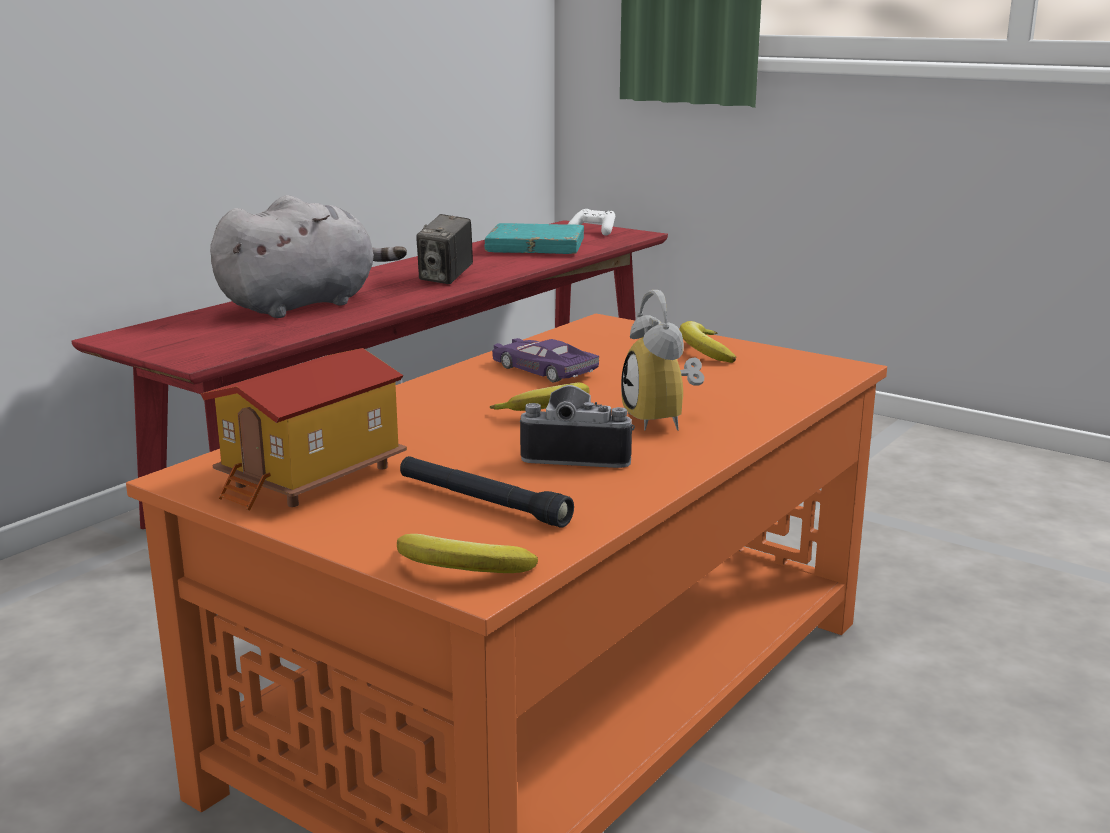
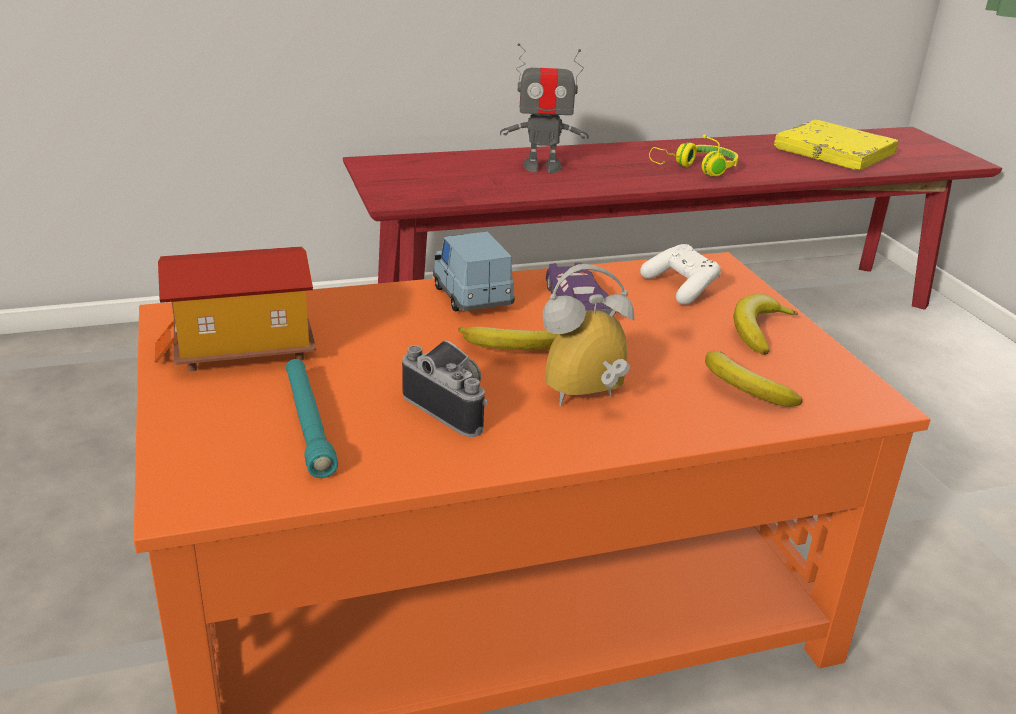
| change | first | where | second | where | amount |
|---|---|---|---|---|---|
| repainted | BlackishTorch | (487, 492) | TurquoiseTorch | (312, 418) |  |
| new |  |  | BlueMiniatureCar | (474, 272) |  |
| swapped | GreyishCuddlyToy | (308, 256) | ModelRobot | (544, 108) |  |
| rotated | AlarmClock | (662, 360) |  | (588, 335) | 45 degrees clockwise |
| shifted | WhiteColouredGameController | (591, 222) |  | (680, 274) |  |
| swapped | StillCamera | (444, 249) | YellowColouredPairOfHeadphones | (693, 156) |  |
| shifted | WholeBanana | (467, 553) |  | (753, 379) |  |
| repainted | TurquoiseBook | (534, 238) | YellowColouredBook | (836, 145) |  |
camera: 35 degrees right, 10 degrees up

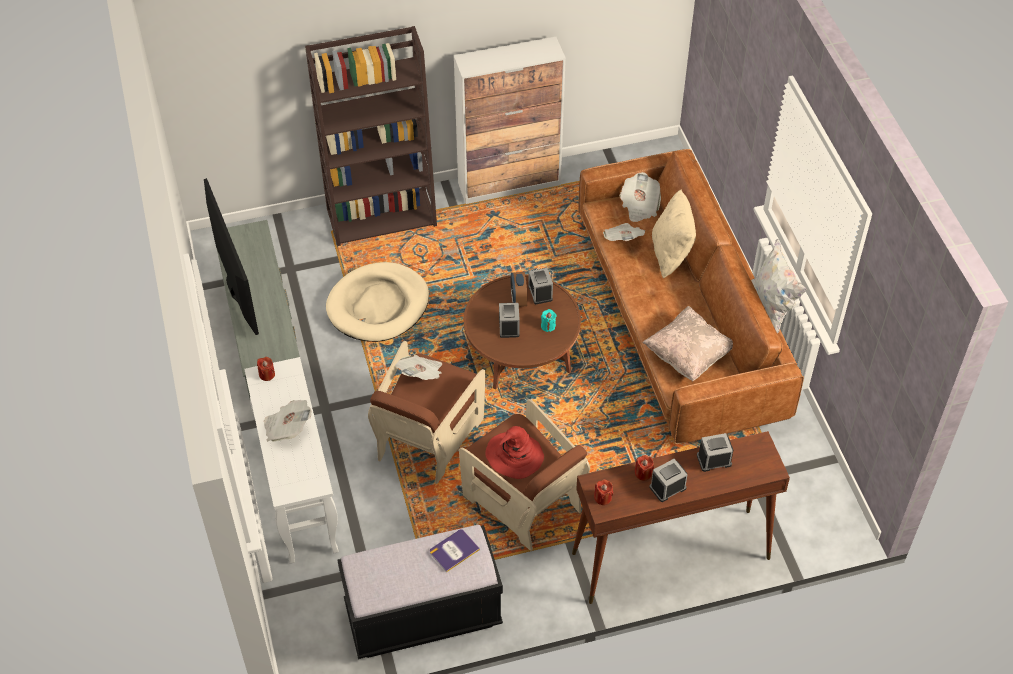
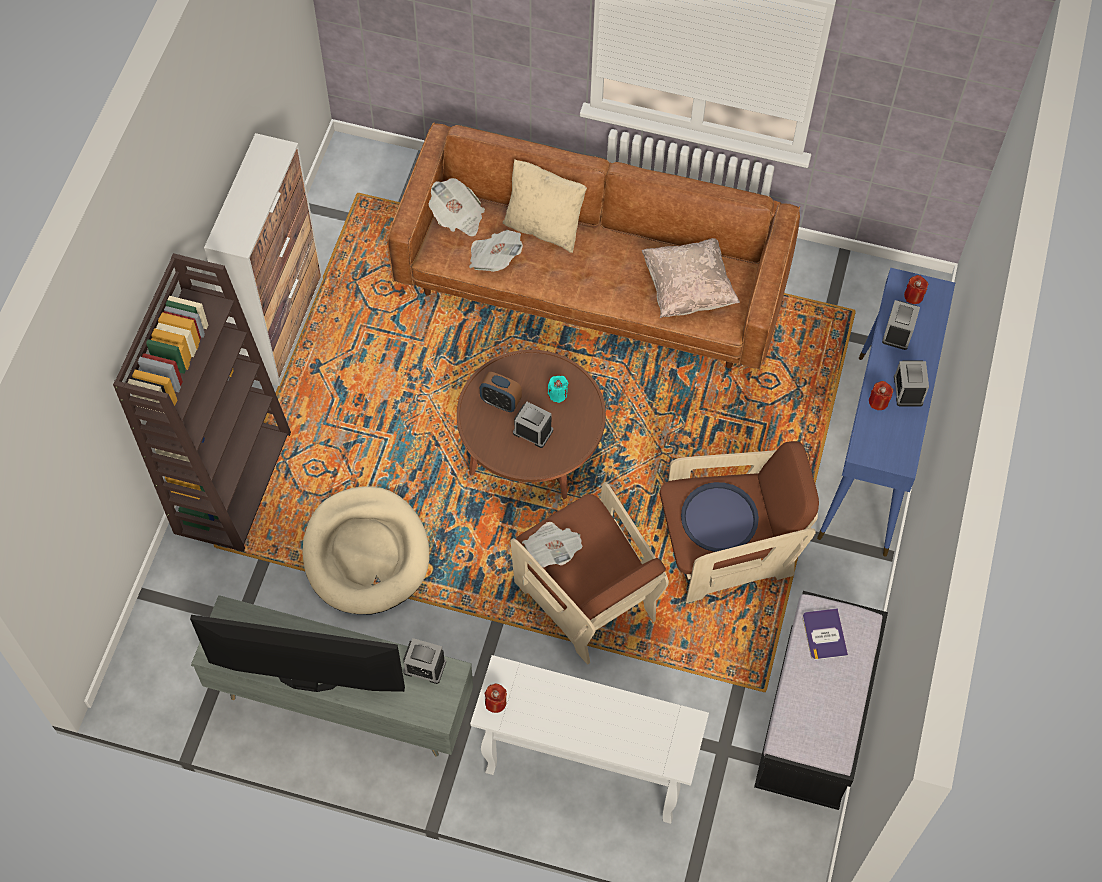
| change | first | where | second | where | amount |
|---|---|---|---|---|---|
| shifted | AlarmClock | (540, 286) |  | (424, 661) |  |
| swapped | ReddishHat | (514, 452) | BlueServingTray | (720, 517) |  |
| repainted | BrownColouredNarrowTable | (681, 517) | BlueNarrowTable | (886, 412) |  |
| shifted | ReddishWaxCandle | (603, 492) |  | (916, 289) |  |
| gone | Newspaper | (287, 421) |  |  |  |
| gone | WhiteColouredThrowPillow | (779, 286) |  |  |  |
camera: 60 degrees left, 10 degrees up

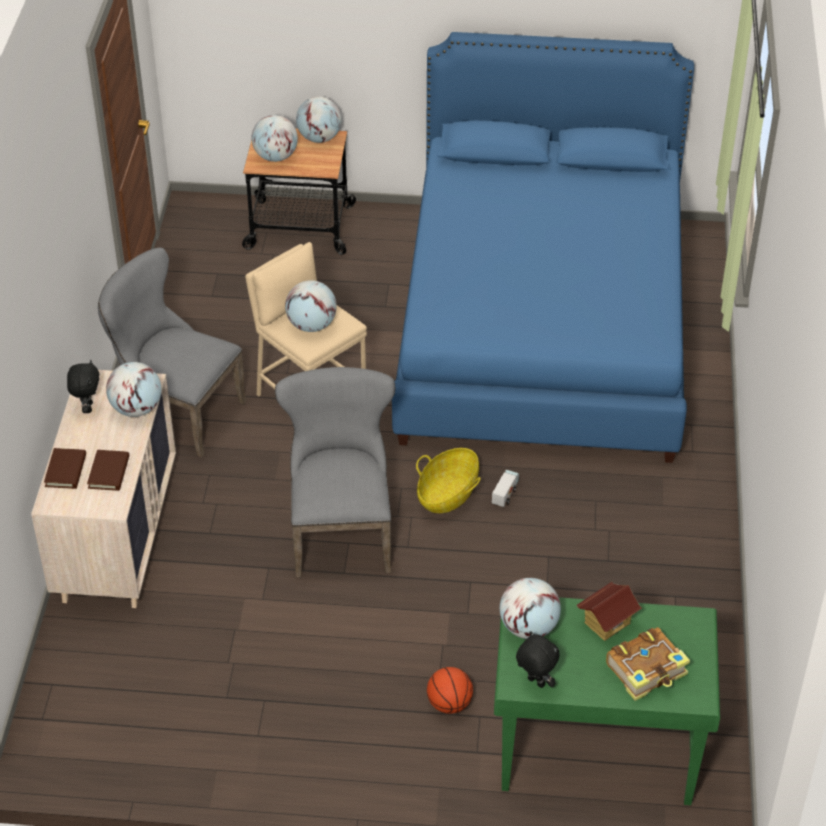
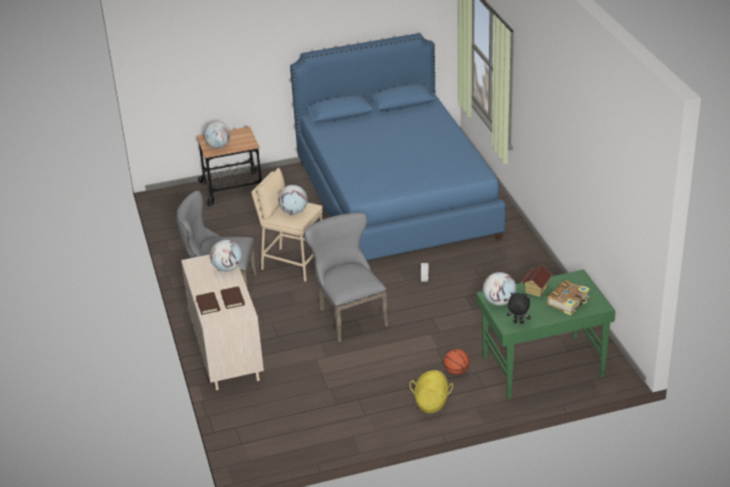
| change | first | where | second | where | amount |
|---|---|---|---|---|---|
| shifted | Basket | (448, 480) |  | (431, 391) |  |
| gone | BlackishCuddlyToy | (83, 386) |  |  |  |
| gone | Globe | (319, 120) |  |  |  |
camera: 20 degrees left, 10 degrees down

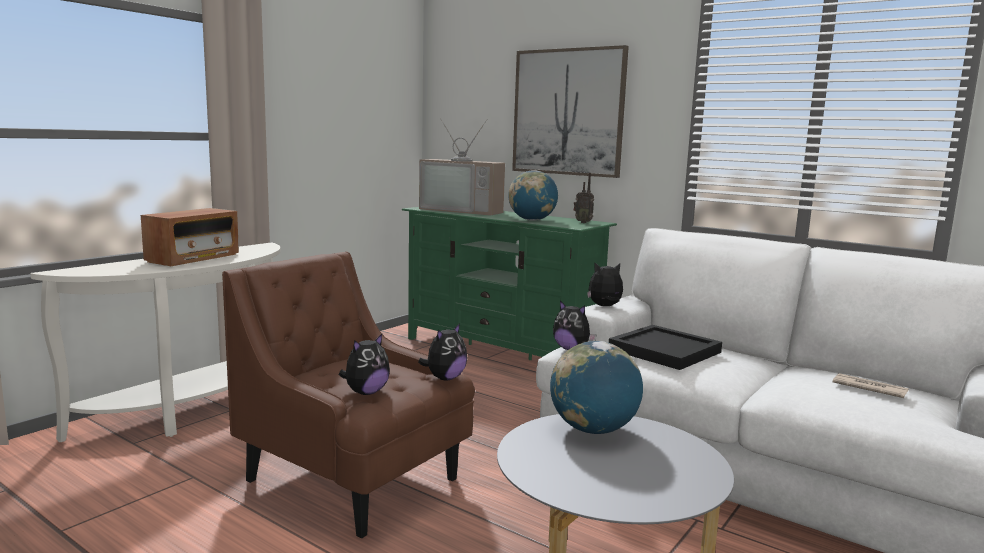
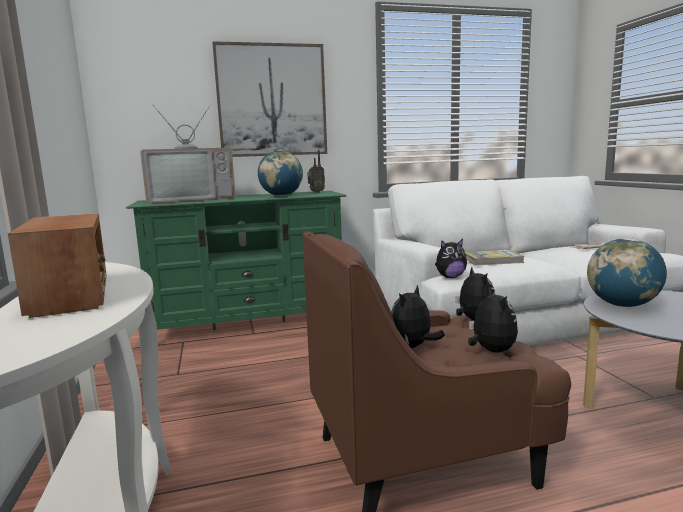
| change | first | where | second | where | amount |
|---|---|---|---|---|---|
| shifted | CuddlyToy | (605, 284) |  | (418, 316) |  |
| swapped | BlackishServingTray | (665, 347) | Book | (494, 258) |  |
camera: 50 degrees left, 0 degrees up

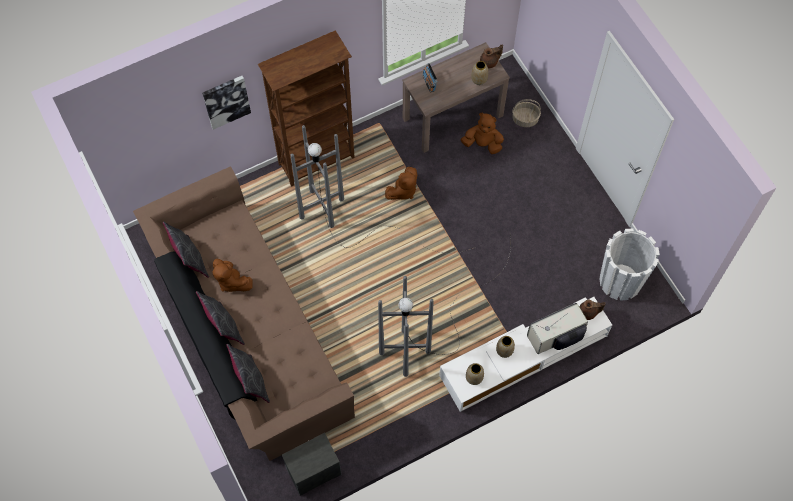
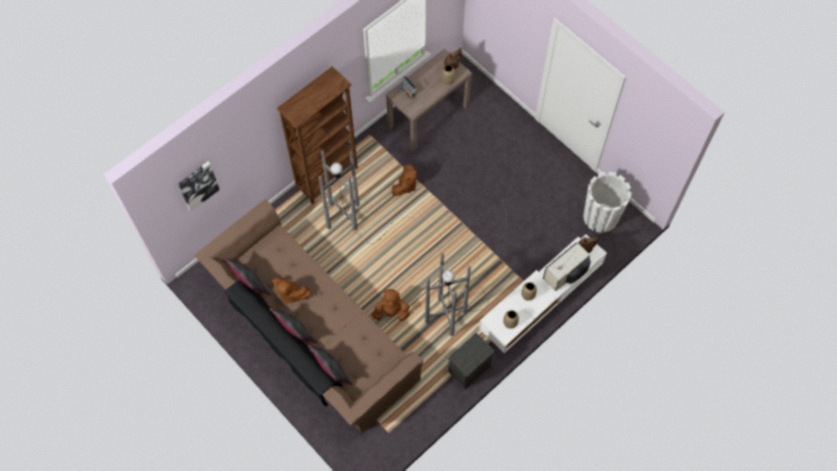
| change | first | where | second | where | amount |
|---|---|---|---|---|---|
| shifted | WallArt | (226, 103) |  | (199, 186) |  |
| shifted | BrownColouredCuddlyToy | (482, 133) |  | (390, 305) |  |
| shifted | Nightstand | (311, 464) |  | (471, 361) |  |
| gone | Basket | (526, 113) |  |  |  |
camera: 15 degrees left, 0 degrees up

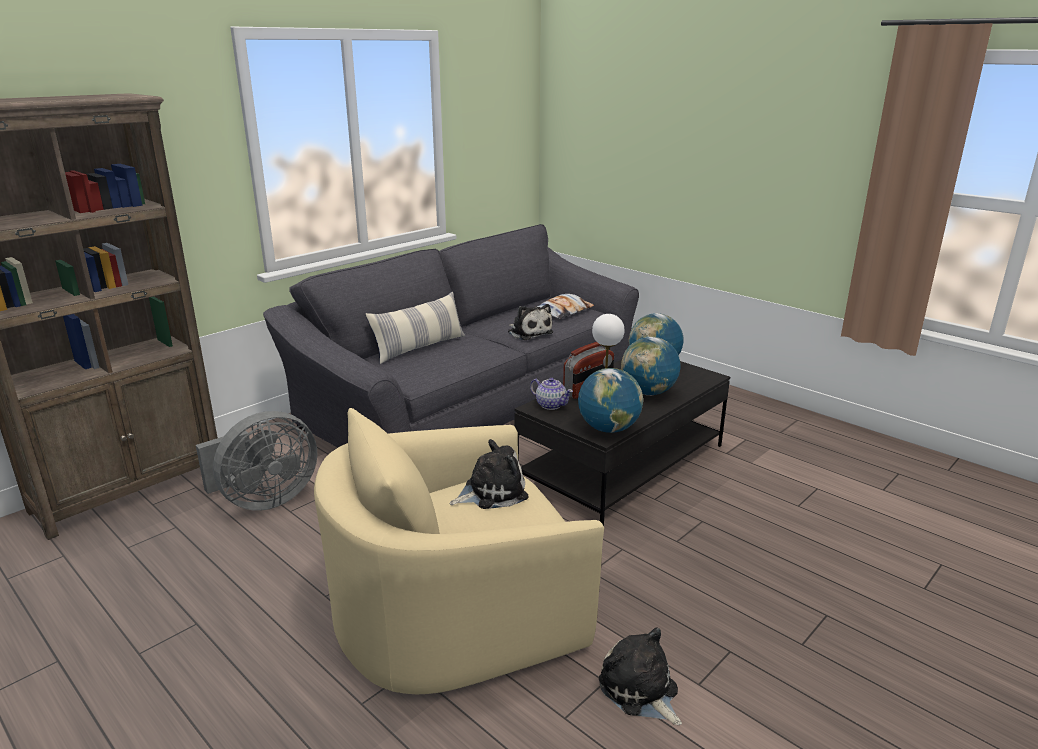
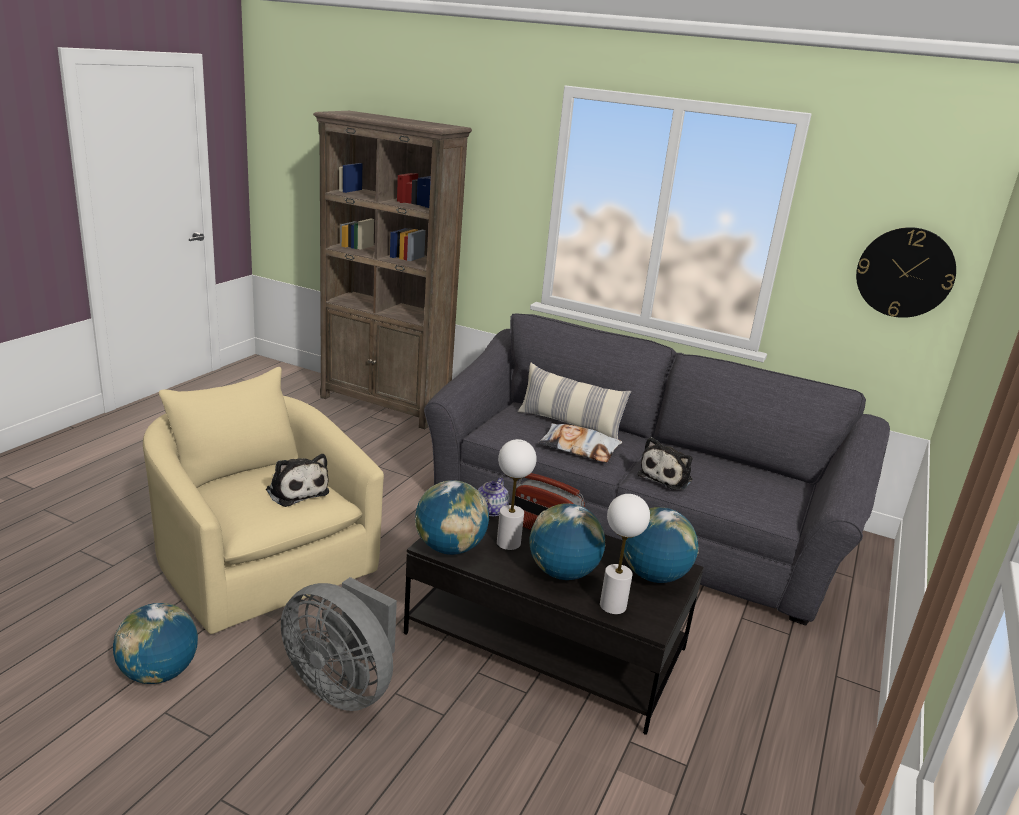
| change | first | where | second | where | amount |
|---|---|---|---|---|---|
| swapped | CuddlyToy | (640, 676) | Globe | (155, 643) |  |
| shifted | GreyishElectricFan | (256, 461) |  | (339, 644) |  |
| shifted | ThrowPillow | (565, 306) |  | (580, 442) |  |
| new |  |  | WhiteColouredLampForATable | (625, 554) |  |
| new |  |  | WallClock | (906, 272) |  |
camera: 70 degrees right, 0 degrees up

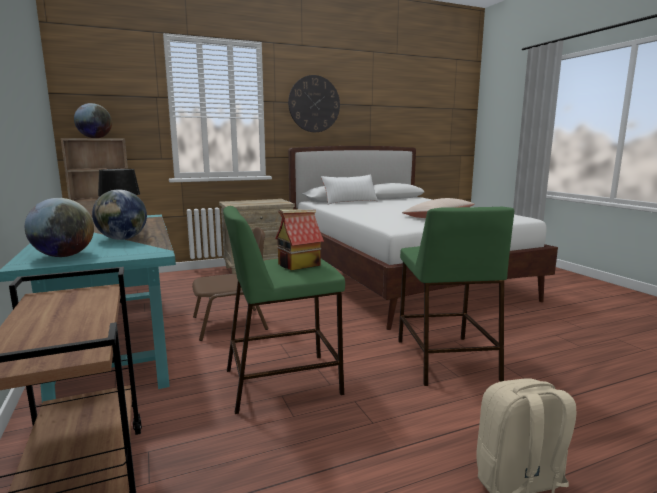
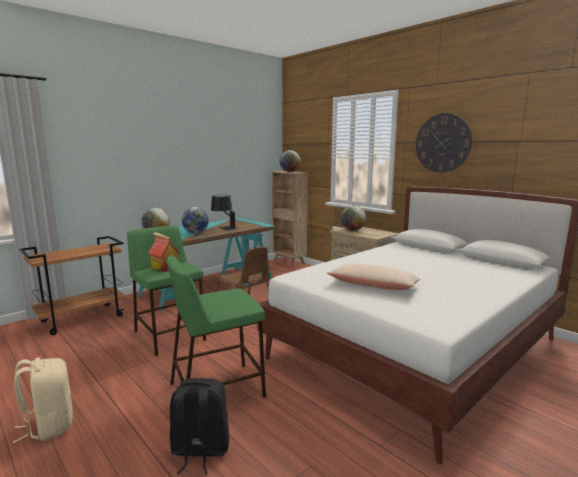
| change | first | where | second | where | amount |
|---|---|---|---|---|---|
| new |  |  | BlackishRucksack | (199, 426) |  |
| new |  |  | Globe | (353, 218) |  |
| gone | WhiteColouredThrowPillow | (349, 189) |  |  |  |
camera: 70 degrees right, 0 degrees up

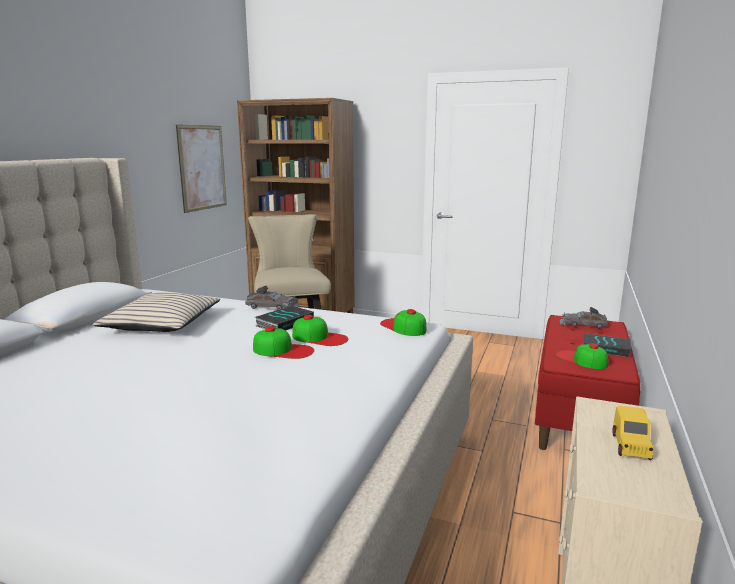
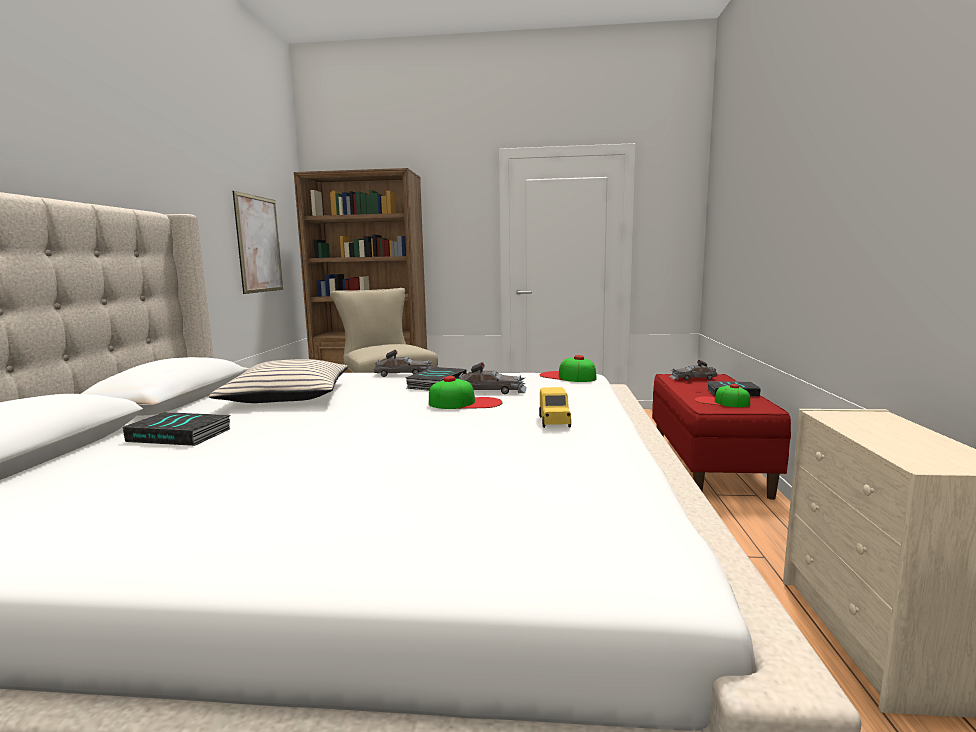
| change | first | where | second | where | amount |
|---|---|---|---|---|---|
| new |  |  | Book | (177, 429) |  |
| swapped | BaseballCap | (320, 330) | GreyishMiniatureCar | (493, 378) |  |
| shifted | YellowColouredMiniatureCar | (633, 433) |  | (555, 407) |  |
camera: 15 degrees left, 5 degrees down

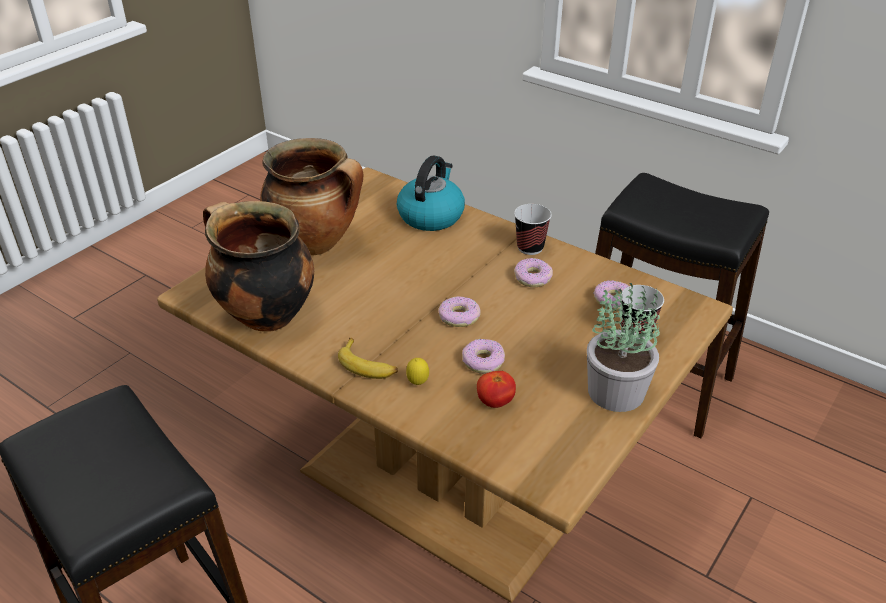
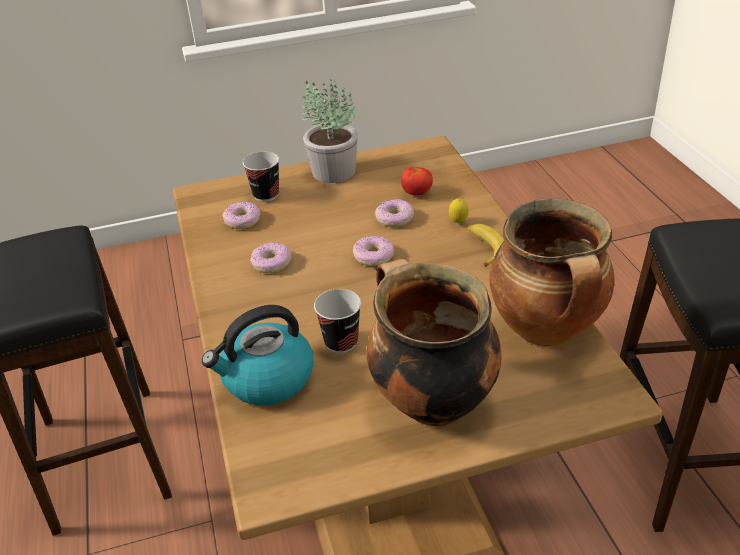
| change | first | where | second | where | amount |
|---|---|---|---|---|---|
| shifted | SmallCup | (533, 229) |  | (337, 321) |  |
camera: 140 degrees left, 0 degrees up

